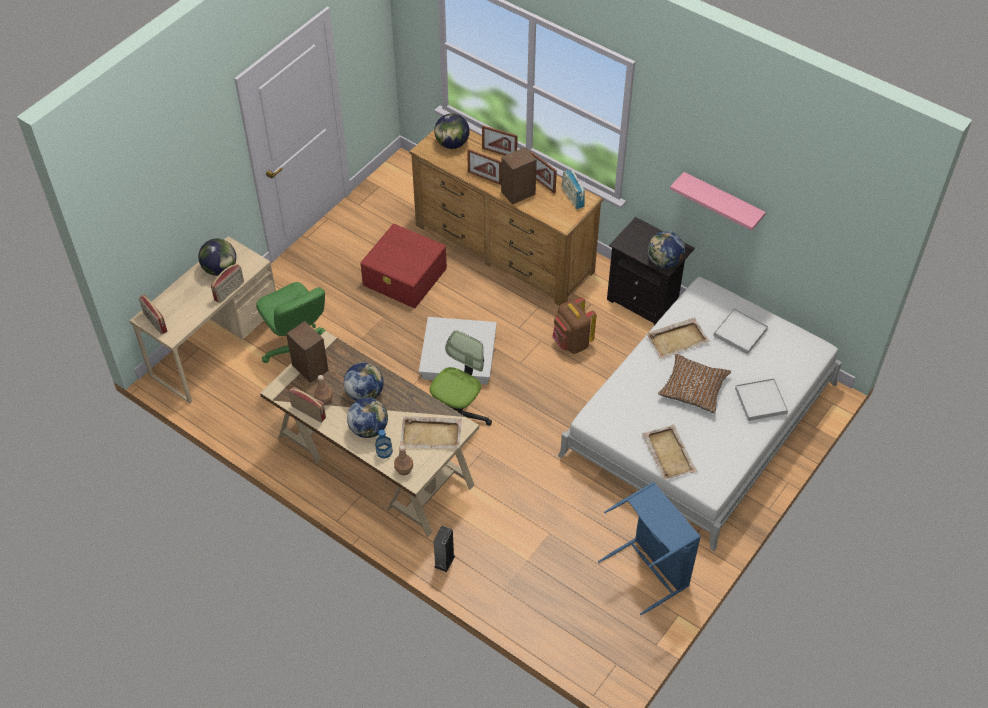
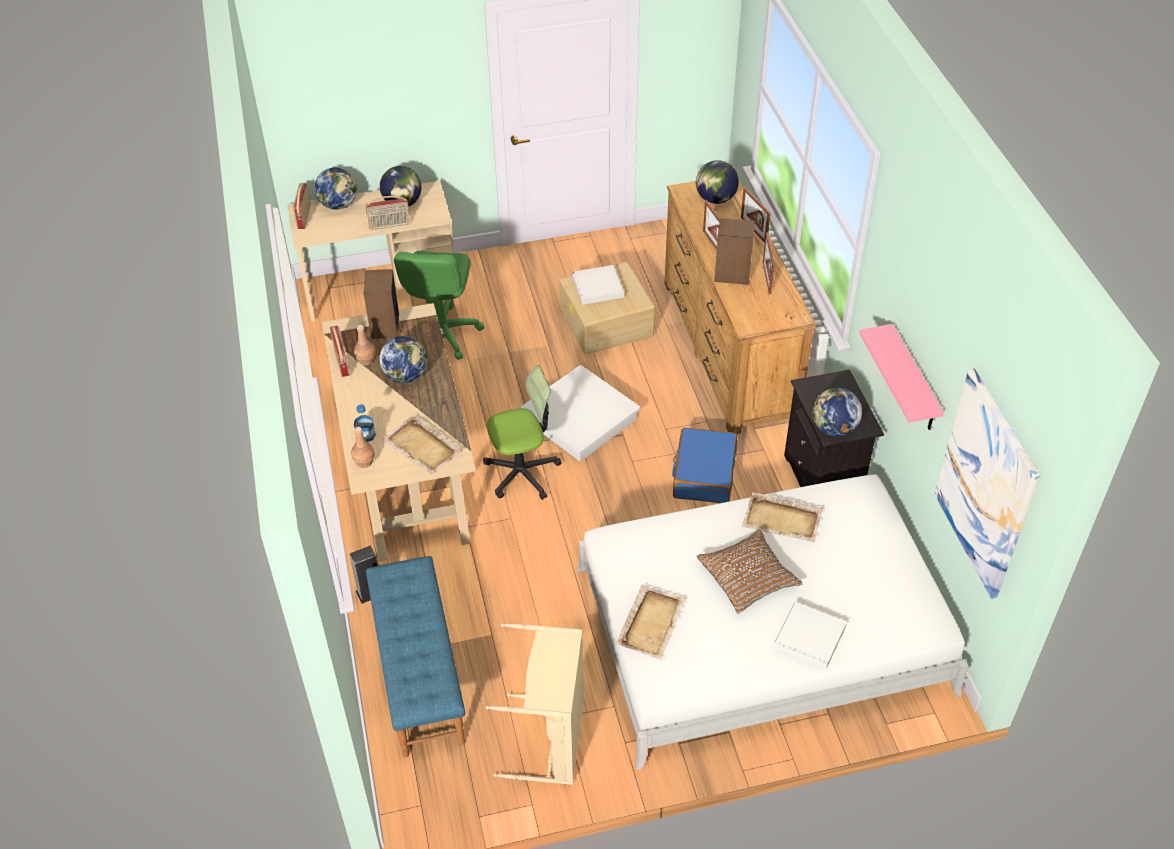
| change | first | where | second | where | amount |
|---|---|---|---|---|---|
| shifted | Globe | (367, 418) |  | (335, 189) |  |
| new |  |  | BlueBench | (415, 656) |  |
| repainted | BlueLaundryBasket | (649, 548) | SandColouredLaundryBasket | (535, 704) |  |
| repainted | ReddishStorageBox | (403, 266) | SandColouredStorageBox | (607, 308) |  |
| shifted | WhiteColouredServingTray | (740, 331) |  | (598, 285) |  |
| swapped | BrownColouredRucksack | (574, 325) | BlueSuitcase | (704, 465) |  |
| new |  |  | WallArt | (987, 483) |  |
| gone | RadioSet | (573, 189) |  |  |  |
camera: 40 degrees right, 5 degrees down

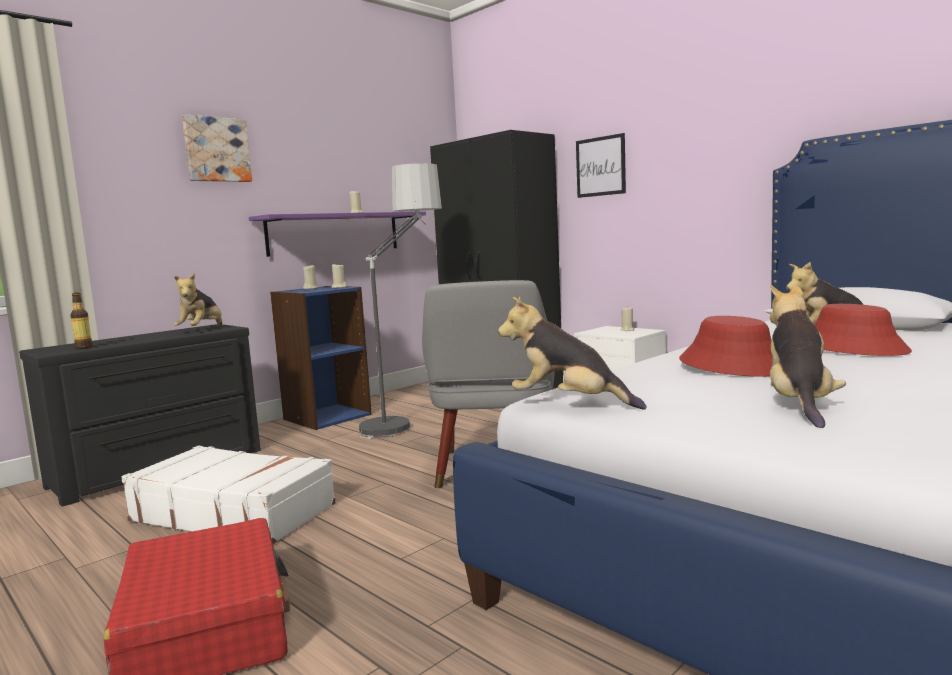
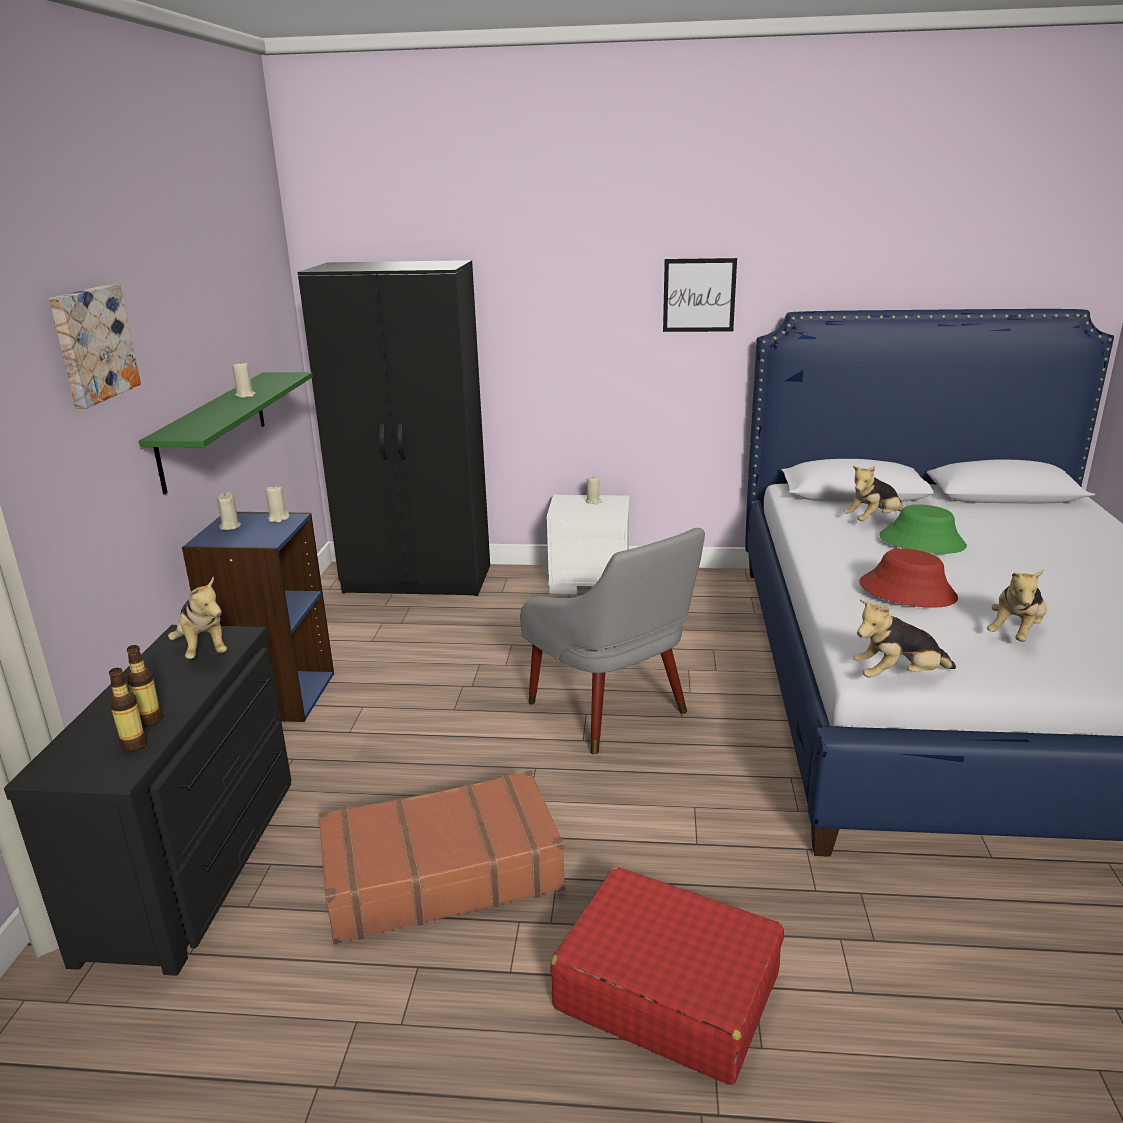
| change | first | where | second | where | amount |
|---|---|---|---|---|---|
| new |  |  | BeverageBottle | (145, 686) |  |
| repainted | PurpleColouredWallShelf | (337, 234) | GreenColouredWallShelf | (226, 433) |  |
| repainted | WhiteColouredSuitcase | (228, 495) | BrownColouredSuitcase | (442, 857) |  |
| shifted | WallArt | (601, 165) |  | (700, 295) |  |
| repainted | ReddishHat | (863, 330) | GreenColouredHat | (923, 529) |  |
| rotated | CuddlyToy | (808, 356) |  | (1017, 605) | 120 degrees counterclockwise |
| gone | StandardLamp | (400, 301) |  |  |  |
camera: 40 degrees left, 15 degrees up

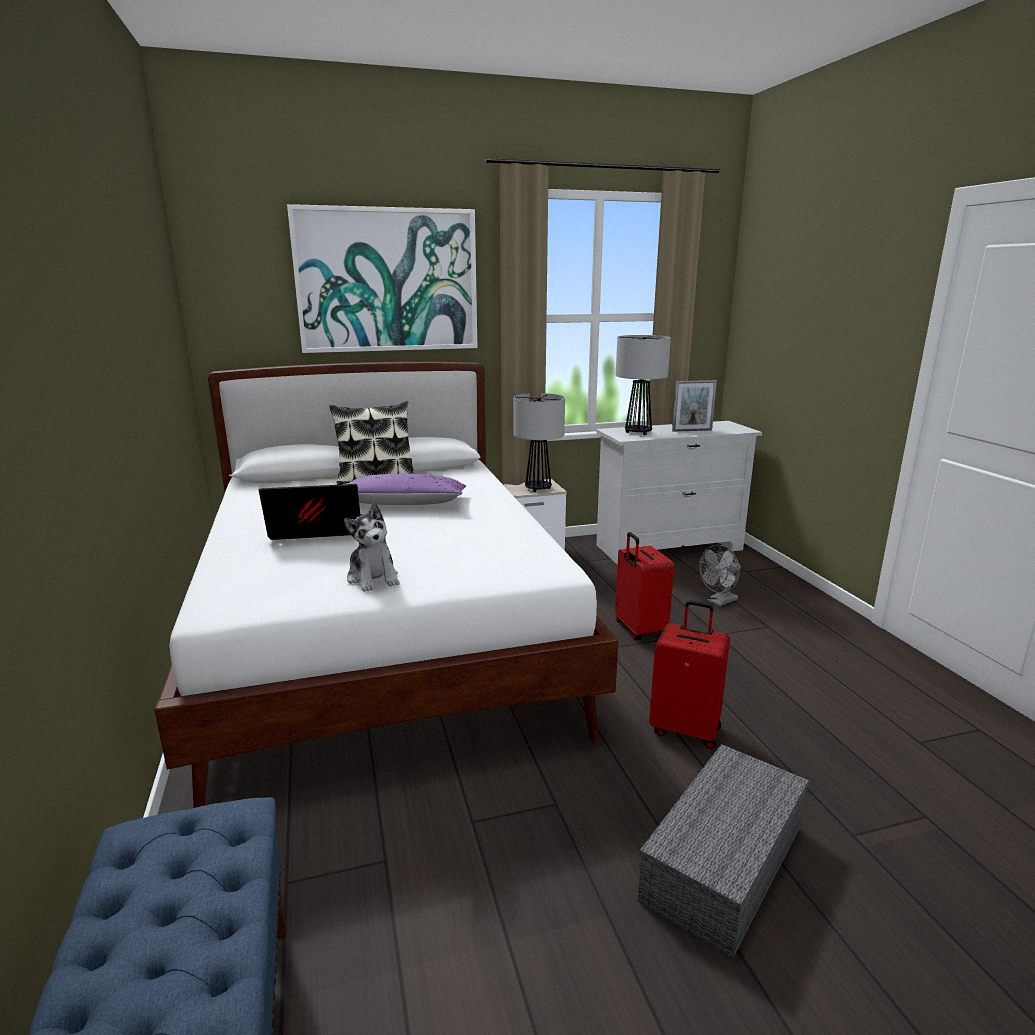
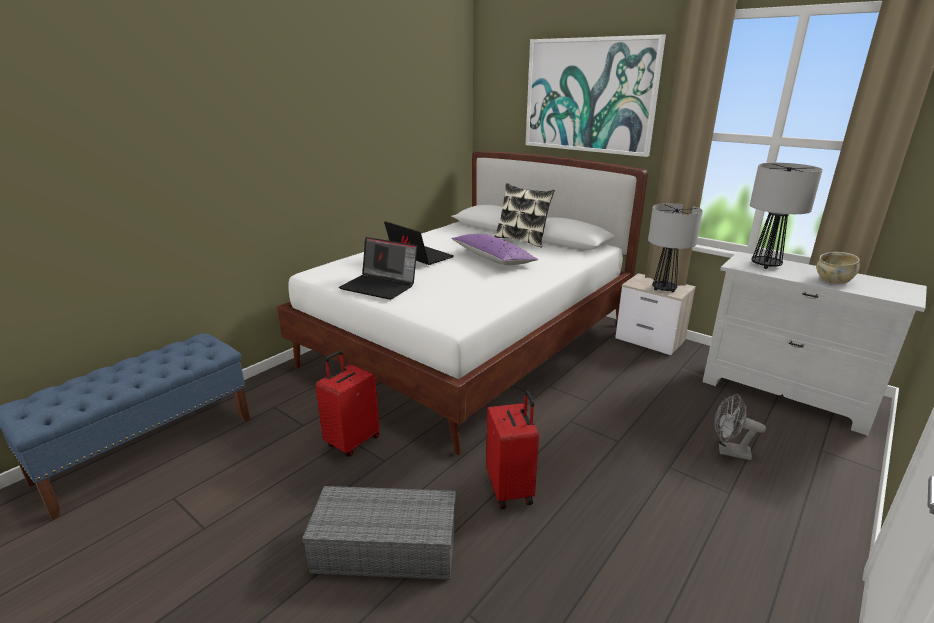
| change | first | where | second | where | amount |
|---|---|---|---|---|---|
| shifted | ReddishSuitcase | (644, 586) |  | (348, 404) |  |
| swapped | CuddlyToy | (371, 547) | PortableComputer | (378, 268) |  |
| swapped | PictureFrame | (694, 406) | SandColouredServingBowl | (838, 268) |  |
camera: 55 degrees right, 5 degrees up

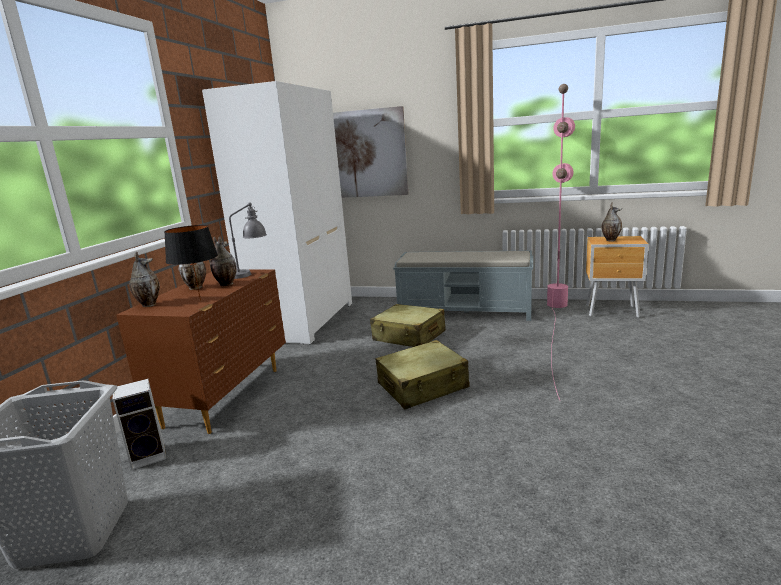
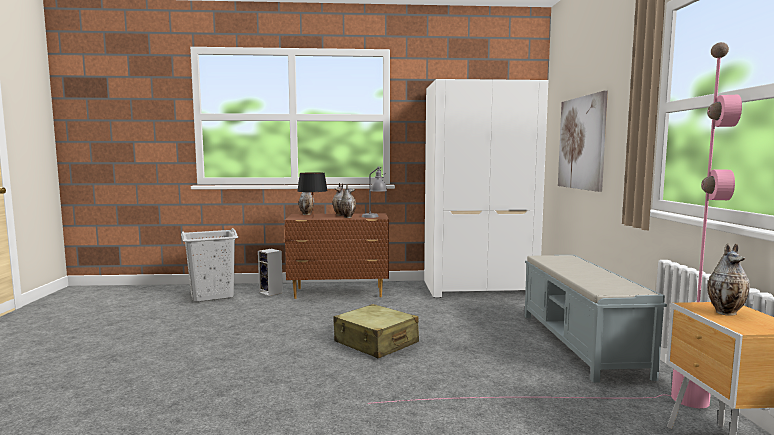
| change | first | where | second | where | amount |
|---|---|---|---|---|---|
| gone | SandColouredSuitcase | (408, 325) |  |  |  |
camera: 70 degrees right, 10 degrees down

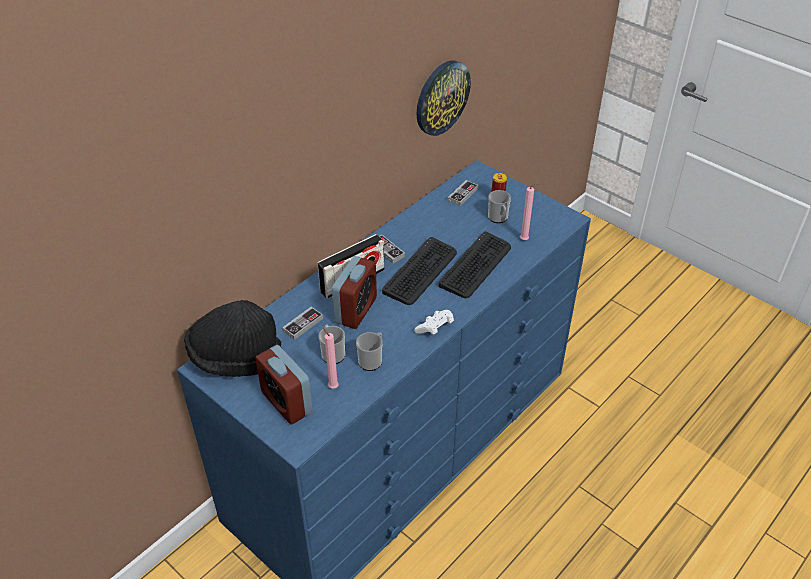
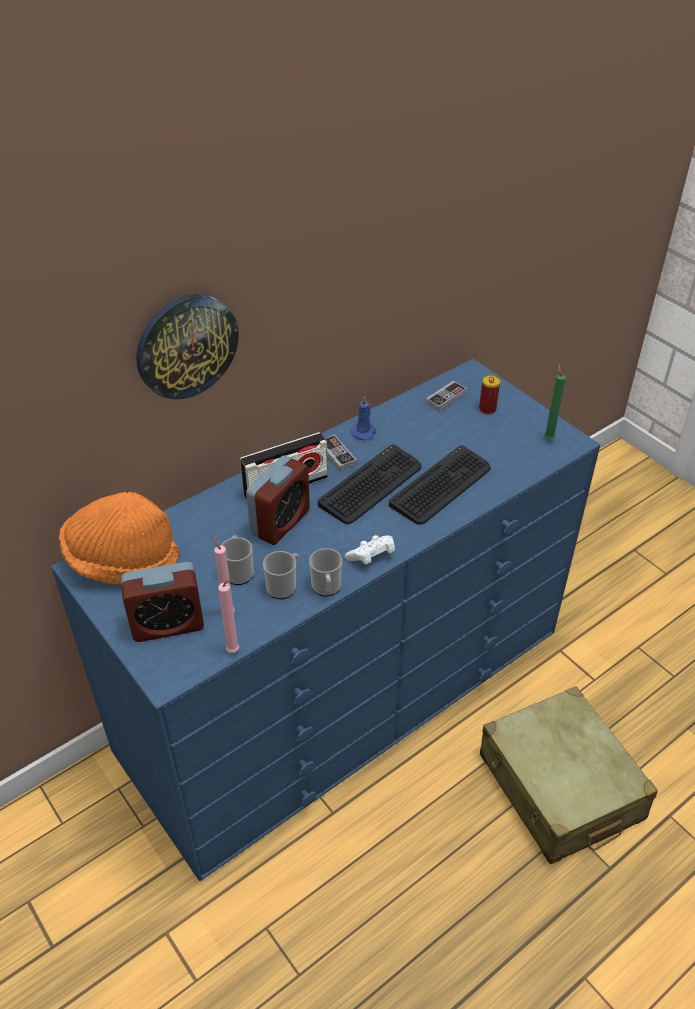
| change | first | where | second | where | amount |
|---|---|---|---|---|---|
| repainted | BlackishHat | (233, 338) | OrangeColouredHat | (119, 538) |  |
| rotated | AlarmClock | (284, 385) |  | (162, 602) | 75 degrees counterclockwise |
| shifted | WallClock | (444, 98) |  | (187, 346) |  |
| shifted | PinkColouredWaxCandle | (529, 211) |  | (228, 616) |  |
| shifted | Mug | (499, 206) |  | (325, 572) |  |
| new |  |  | BlueWaxCandle | (363, 418) |  |
| new |  |  | SandColouredSuitcase | (569, 775) |  |
| new |  |  | GreenColouredWaxCandle | (555, 402) |  |
| gone | GameController | (302, 323) |  |  |  |
camera: 10 degrees right, 0 degrees up

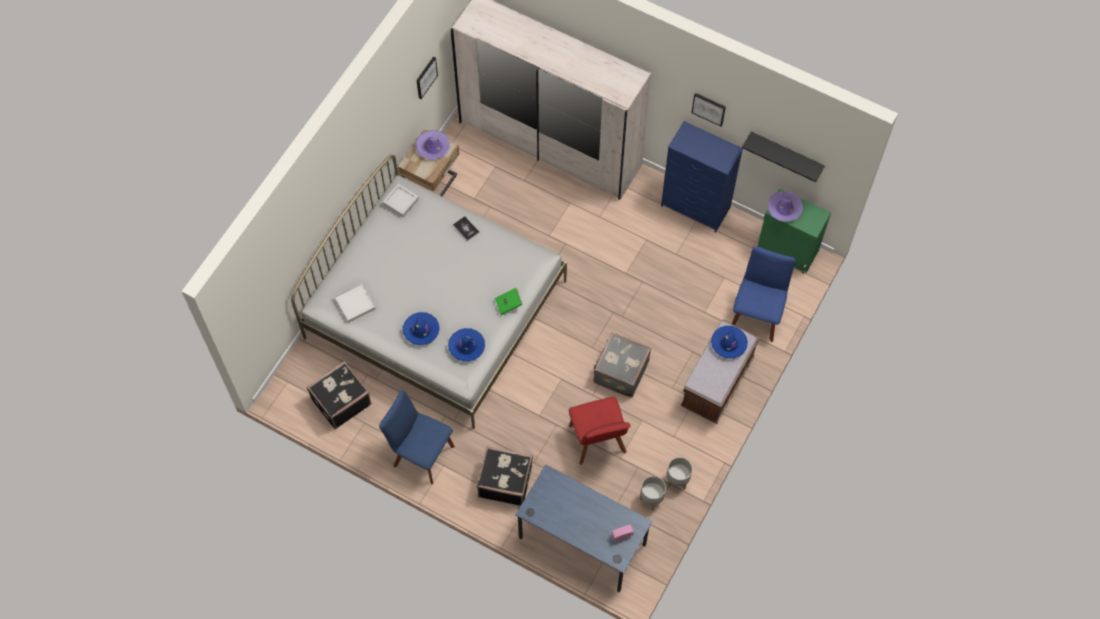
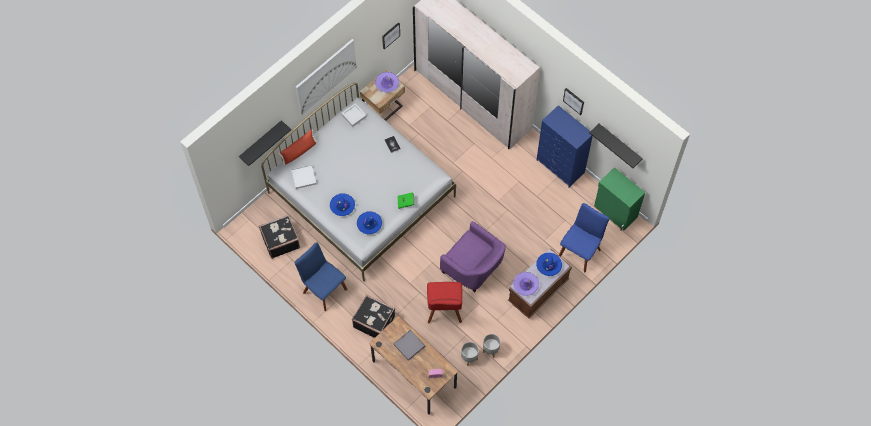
| change | first | where | second | where | amount |
|---|---|---|---|---|---|
| new |  |  | BlackishWallShelf | (265, 143) |  |
| new |  |  | ReddishThrowPillow | (298, 147) |  |
| new |  |  | WallArt | (326, 77) |  |
| repainted | BlueDeskTable | (584, 528) | BrownColouredDeskTable | (414, 365) |  |
| new |  |  | GreyishServingTray | (409, 345) |  |
| swapped | GreyishSuitcase | (622, 365) | PurpleColouredLoungeChair | (473, 256) |  |
| shifted | PurpleColouredHat | (785, 206) |  | (526, 284) |  |
camera: 15 degrees right, 0 degrees up

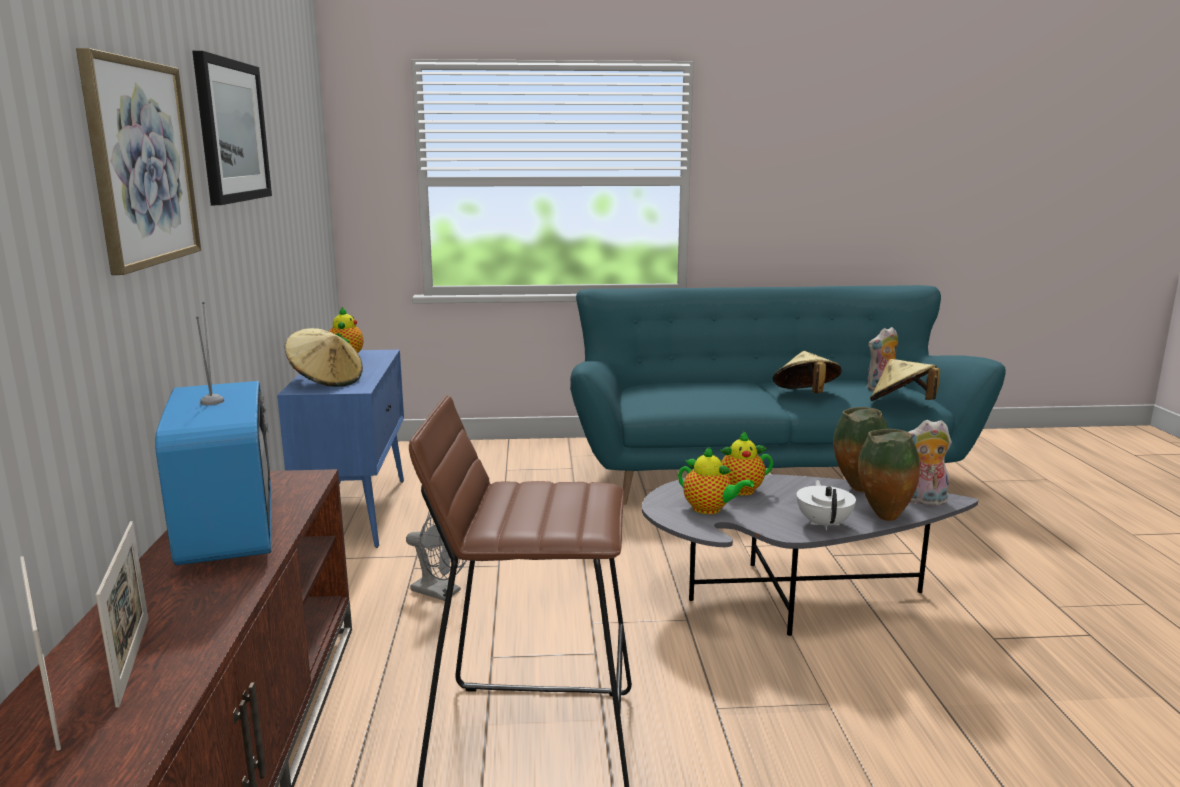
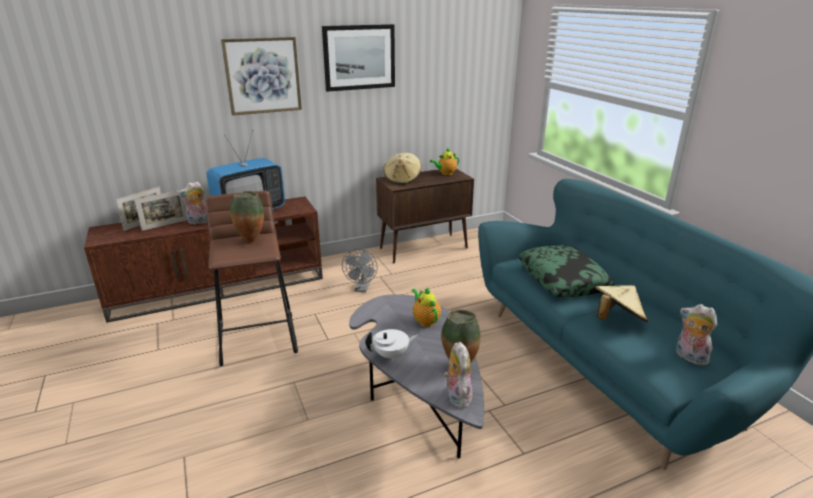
| change | first | where | second | where | amount |
|---|---|---|---|---|---|
| new |  |  | CuddlyToy | (193, 203) |  |
| shifted | FlowerVase | (889, 475) |  | (247, 217) |  |
| repainted | BlueStorageCabinet | (340, 449) | BrownColouredStorageCabinet | (425, 216) |  |
| new |  |  | ThrowPillow | (566, 271) |  |
| gone | TeaPot | (716, 480) |  |  |  |
| gone | SandColouredHat | (905, 380) |  |  |  |
camera: 70 degrees right, 10 degrees up

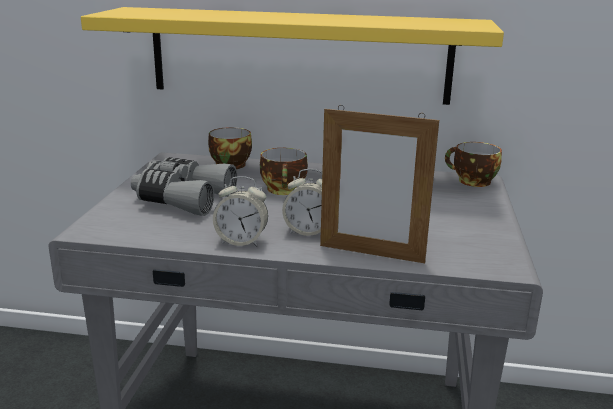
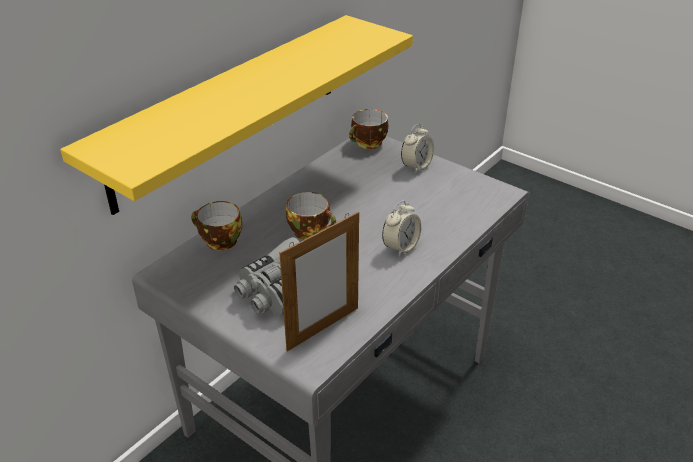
| change | first | where | second | where | amount |
|---|---|---|---|---|---|
| shifted | PictureFrame | (379, 184) |  | (319, 282) |  |
| shifted | AlarmClock | (240, 211) |  | (417, 149) |  |
camera: 60 degrees left, 15 degrees up

